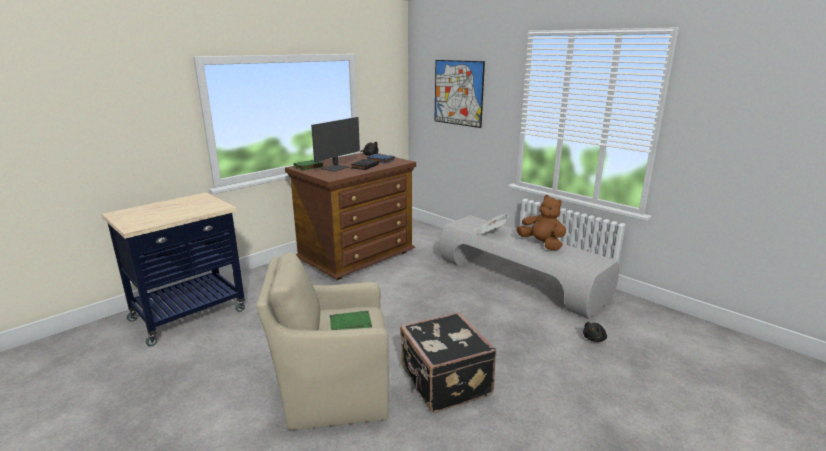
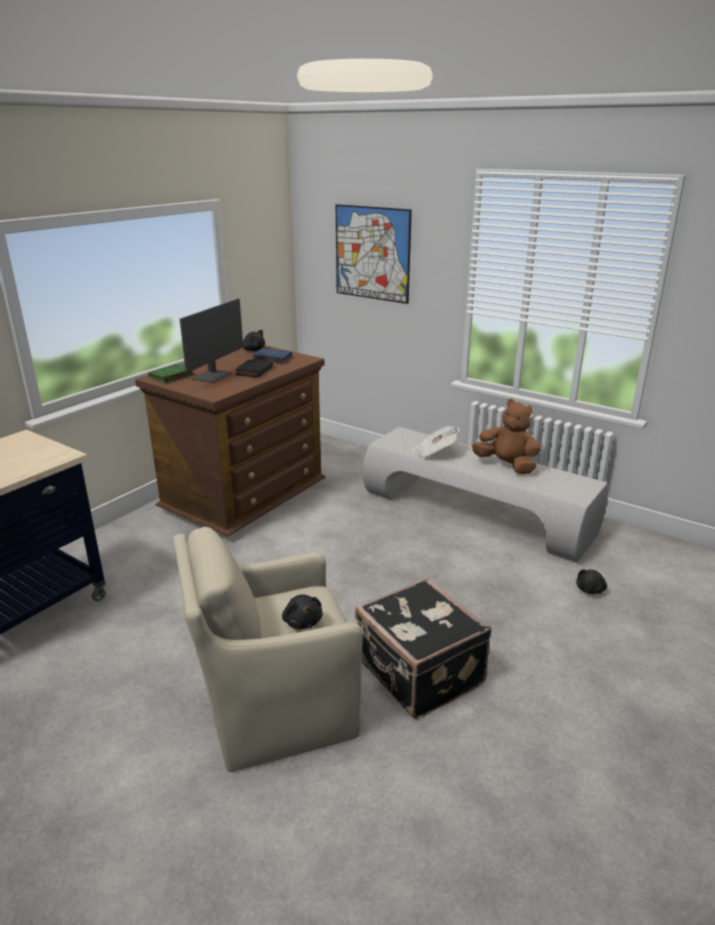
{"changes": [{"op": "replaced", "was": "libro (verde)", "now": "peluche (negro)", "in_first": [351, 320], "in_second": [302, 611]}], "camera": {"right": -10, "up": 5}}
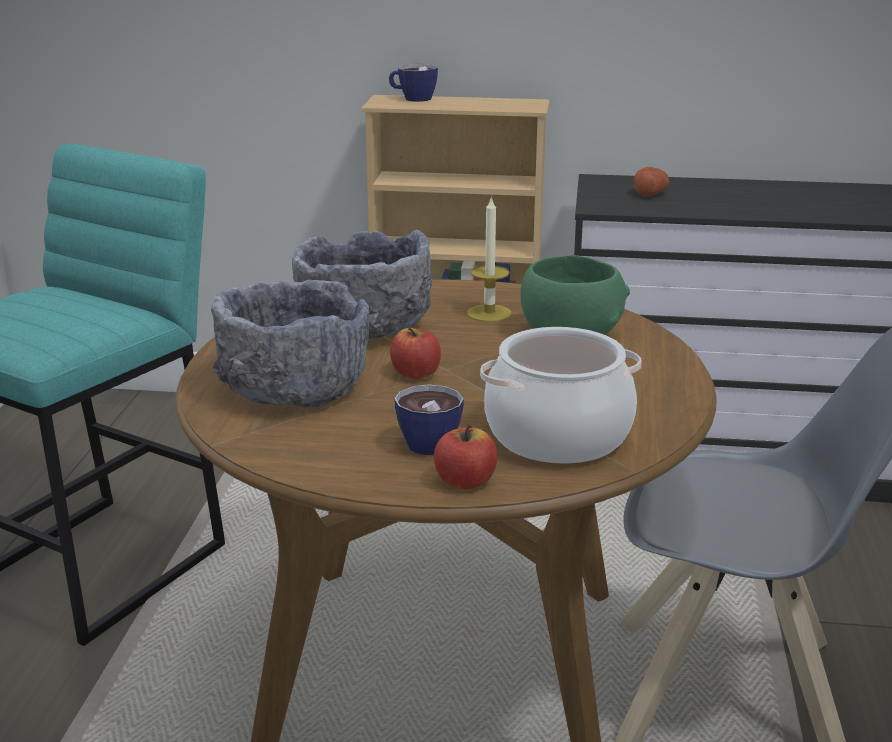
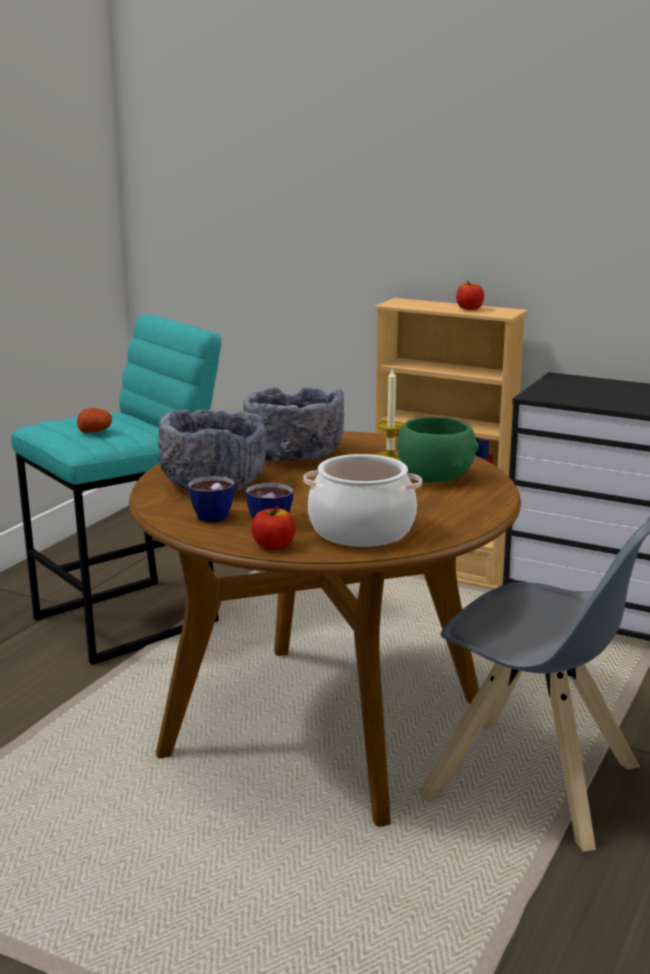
{"changes": [{"op": "moved", "was": "taza", "in_first": [413, 83], "in_second": [211, 499]}, {"op": "moved", "was": "manzana", "in_first": [415, 353], "in_second": [470, 295]}, {"op": "moved", "was": "patata", "in_first": [651, 182], "in_second": [94, 420]}], "camera": {"right": 20, "up": -5}}
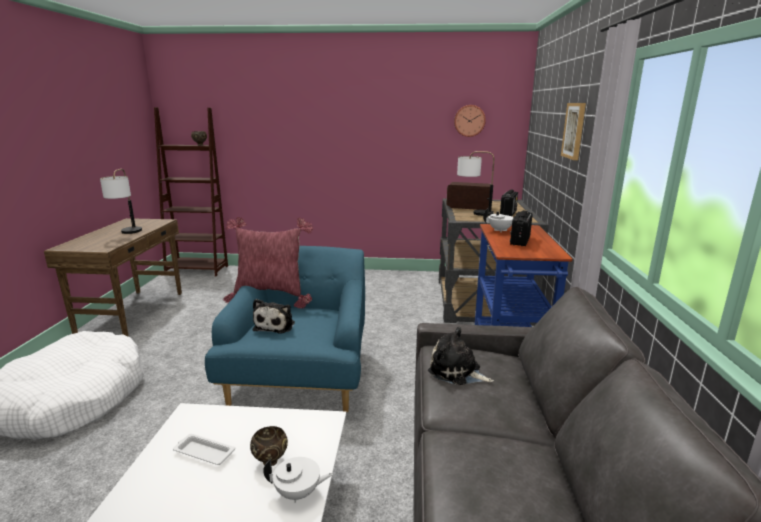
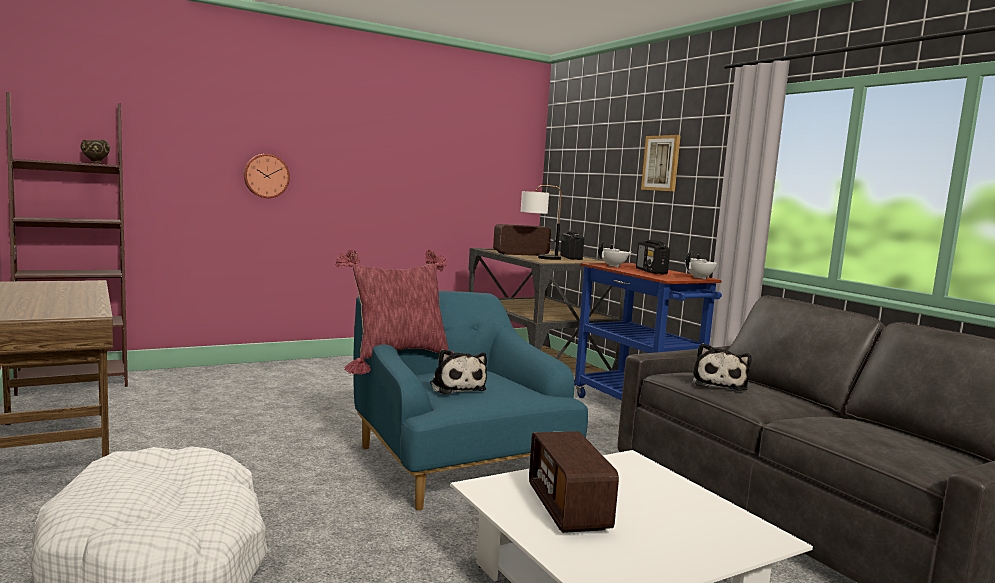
{"changes": [{"op": "removed", "was": "lámpara de mesa", "in_first": [121, 201]}, {"op": "removed", "was": "cuenco (marrón)", "in_first": [269, 446]}, {"op": "moved", "was": "tetera (blanco)", "in_first": [298, 480], "in_second": [701, 265]}, {"op": "moved", "was": "reloj de pared", "in_first": [470, 121], "in_second": [267, 176]}, {"op": "replaced", "was": "bandeja (blanco)", "now": "radio", "in_first": [204, 449], "in_second": [574, 482]}, {"op": "turned", "was": "peluche", "in_first": [461, 356], "in_second": [722, 366], "clockwise": -75}], "camera": {"right": -35, "up": -10}}
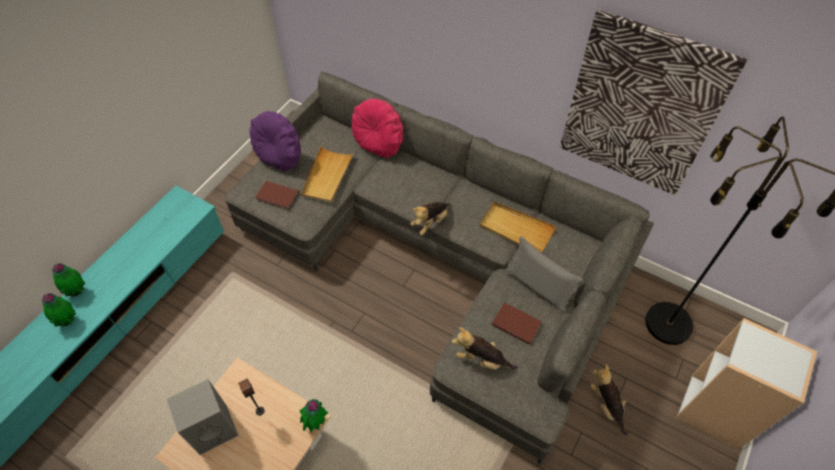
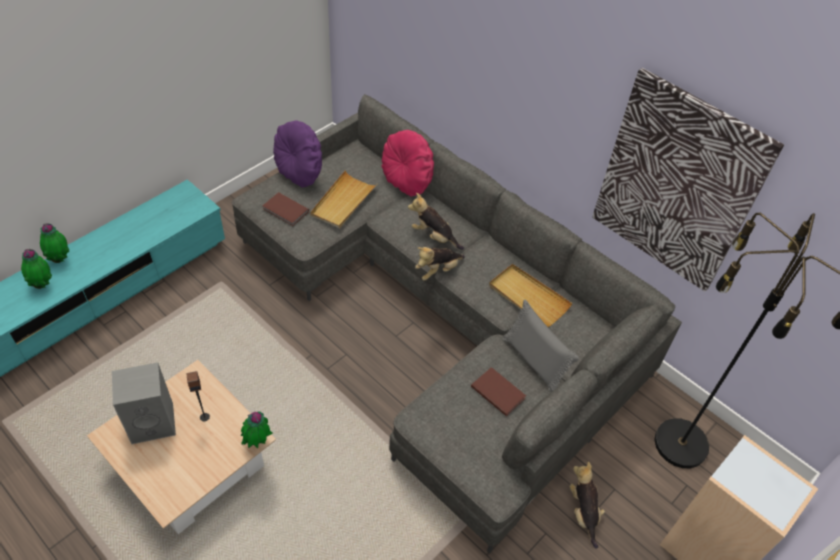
{"changes": [{"op": "moved", "was": "peluche", "in_first": [485, 348], "in_second": [436, 221]}], "camera": {"right": 10, "up": -5}}
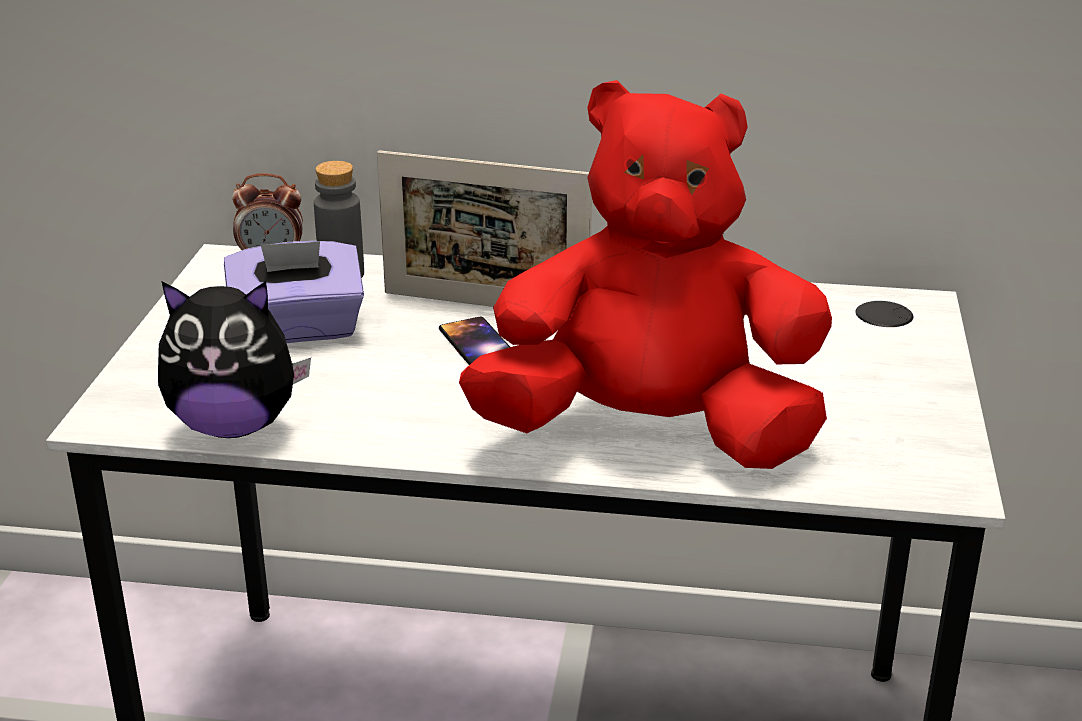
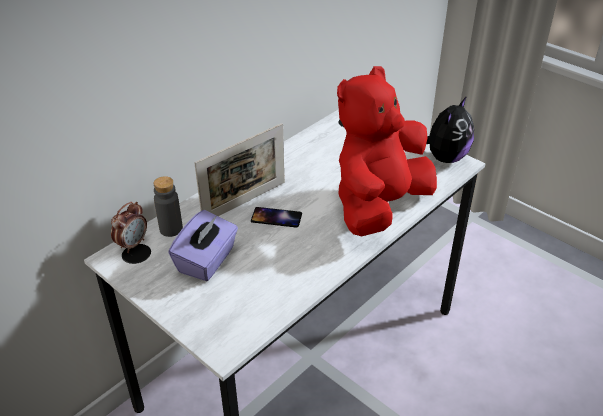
{"changes": [{"op": "moved", "was": "peluche", "in_first": [234, 359], "in_second": [450, 129]}], "camera": {"right": -55, "up": 10}}
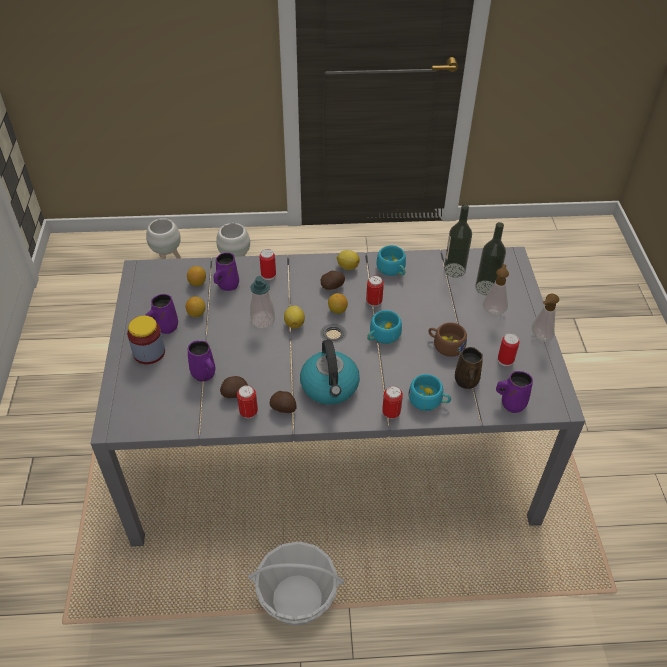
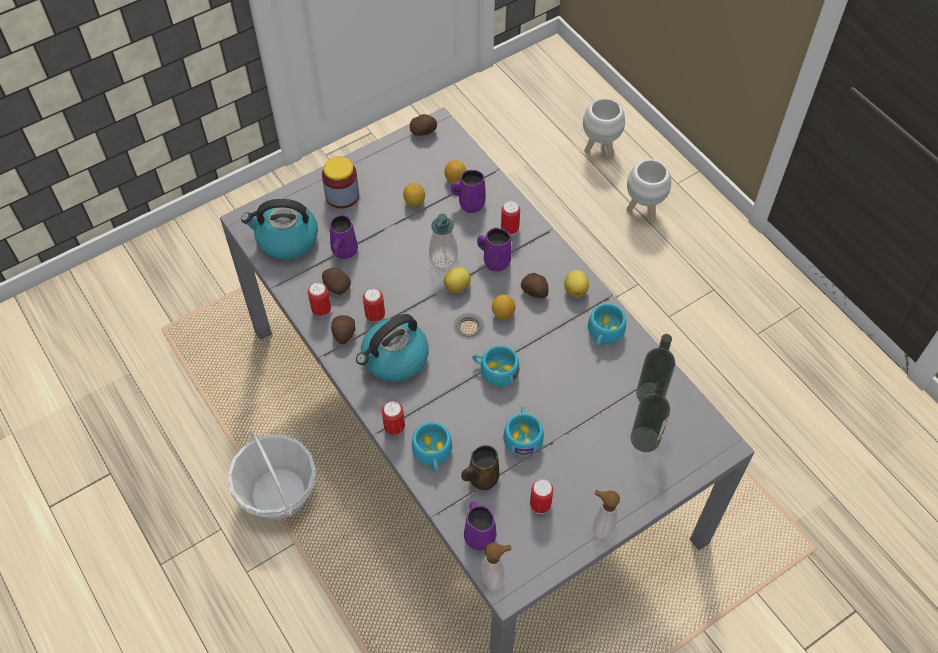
{"changes": [{"op": "added", "now": "hervidor", "in_second": [279, 229]}, {"op": "added", "now": "patata", "in_second": [423, 125]}, {"op": "moved", "was": "taza grande (morado)", "in_first": [161, 314], "in_second": [494, 249]}, {"op": "moved", "was": "lata", "in_first": [375, 291], "in_second": [374, 305]}, {"op": "moved", "was": "dispensador de jabón", "in_first": [495, 289], "in_second": [496, 567]}, {"op": "recoloured", "was": "taza (marrón)", "now": "taza (turquesa)", "in_first": [447, 339], "in_second": [523, 431]}], "camera": {"right": 60, "up": 10}}
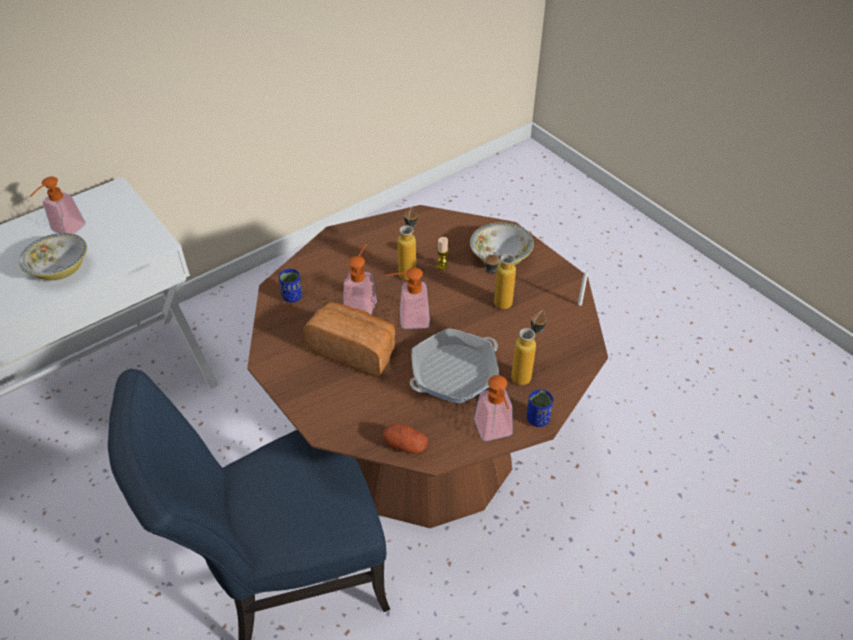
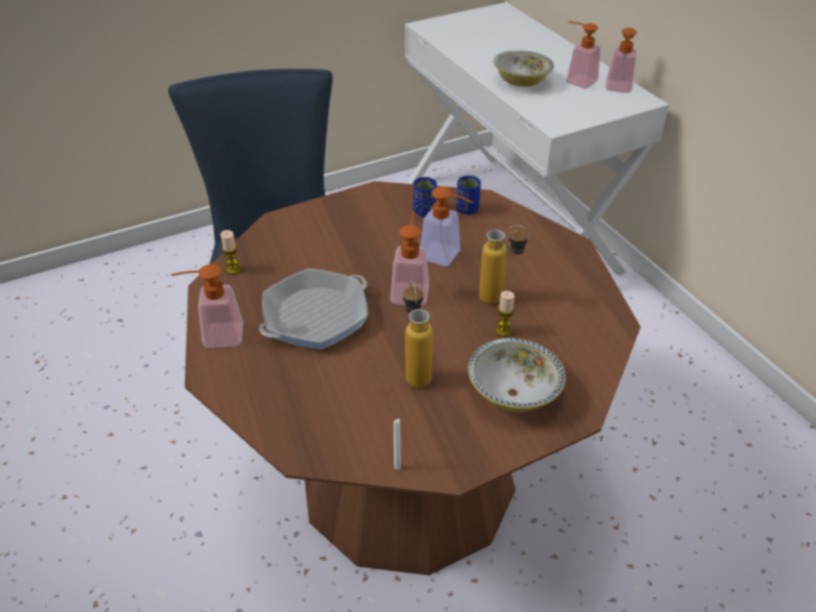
{"changes": [{"op": "removed", "was": "pan", "in_first": [349, 339]}, {"op": "removed", "was": "botella", "in_first": [529, 347]}, {"op": "added", "now": "dispensador de jabón", "in_second": [621, 60]}, {"op": "moved", "was": "taza (azul)", "in_first": [540, 408], "in_second": [425, 196]}, {"op": "replaced", "was": "patata", "now": "vela", "in_first": [405, 439], "in_second": [230, 252]}, {"op": "turned", "was": "sartén", "in_first": [454, 366], "in_second": [313, 309], "clockwise": 75}], "camera": {"right": 100, "up": -5}}
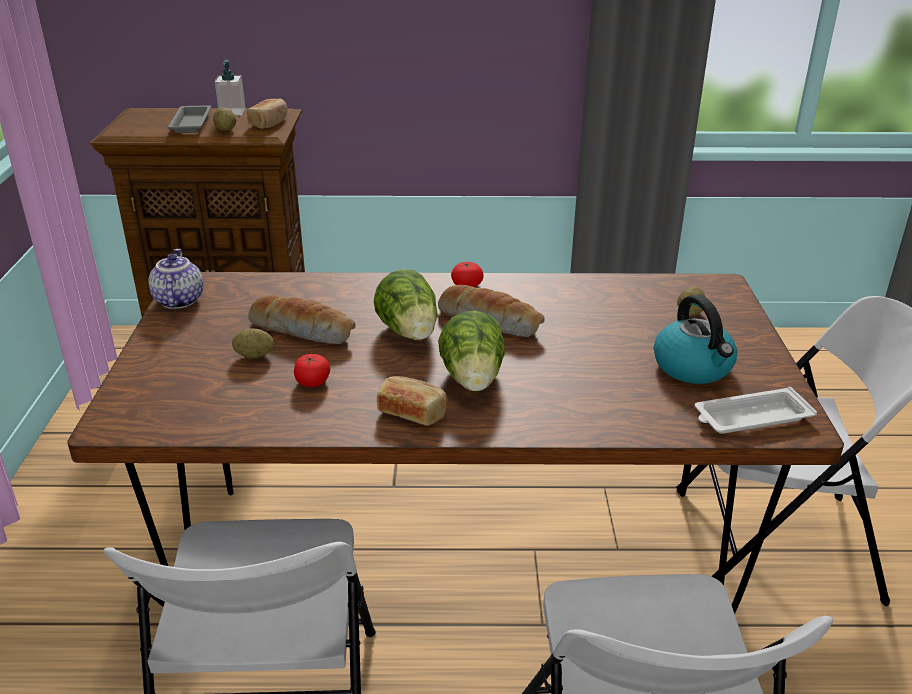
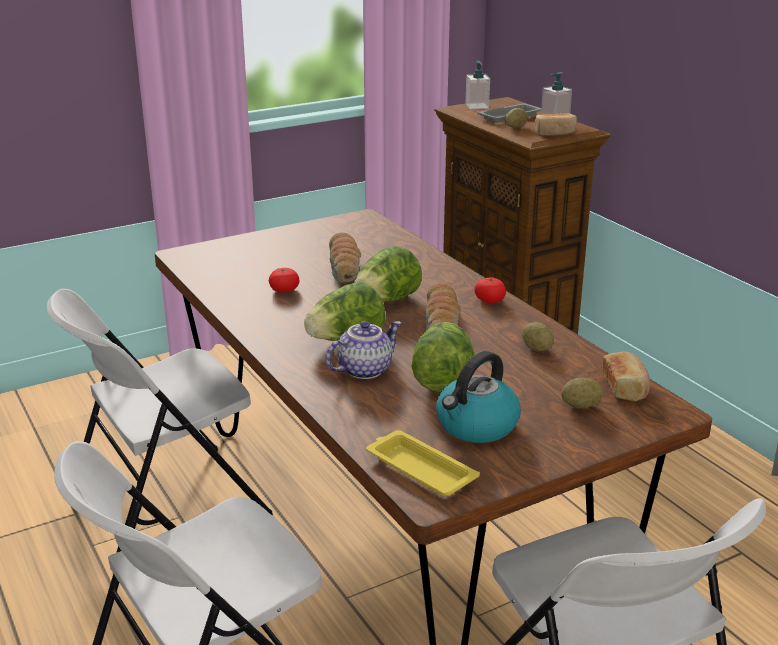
{"changes": [{"op": "added", "now": "lechuga", "in_second": [443, 357]}, {"op": "added", "now": "dispensador de jabón", "in_second": [477, 85]}, {"op": "moved", "was": "tetera", "in_first": [175, 279], "in_second": [363, 350]}, {"op": "moved", "was": "patata", "in_first": [253, 343], "in_second": [538, 336]}, {"op": "moved", "was": "pan", "in_first": [412, 401], "in_second": [626, 376]}, {"op": "recoloured", "was": "bandeja (blanco)", "now": "bandeja (amarillo)", "in_first": [756, 410], "in_second": [423, 463]}], "camera": {"right": 60, "up": -5}}
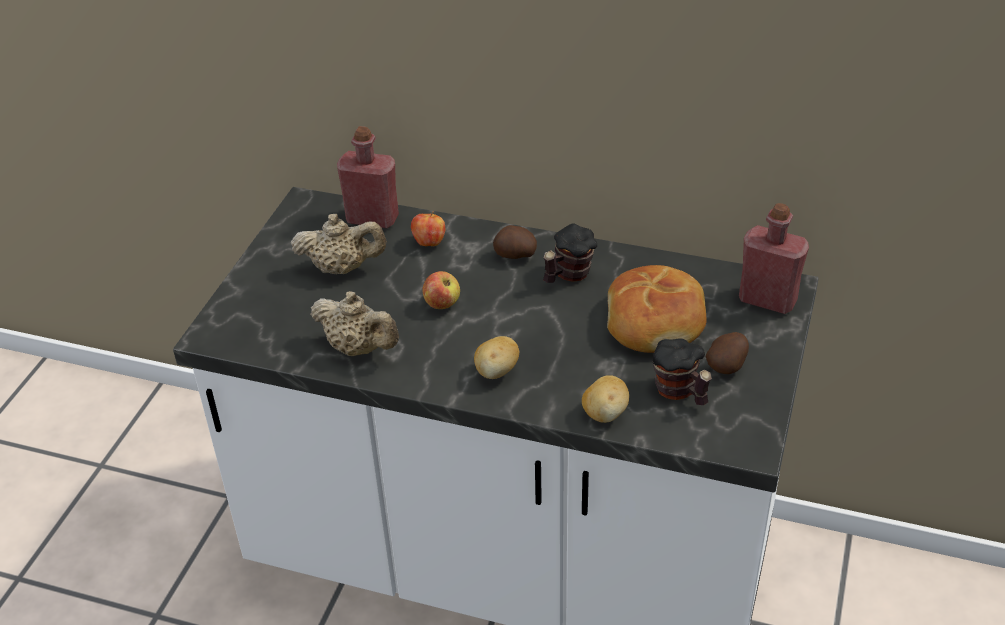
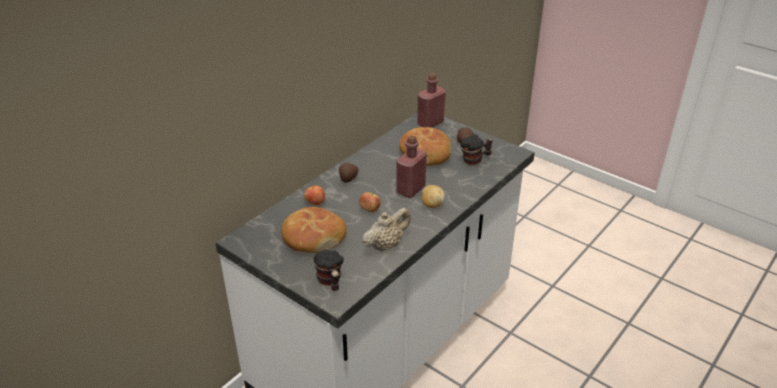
{"changes": [{"op": "removed", "was": "patata", "in_first": [605, 399]}, {"op": "moved", "was": "botella (rojo)", "in_first": [368, 177], "in_second": [411, 166]}, {"op": "moved", "was": "taza grande", "in_first": [570, 253], "in_second": [329, 270]}, {"op": "replaced", "was": "tetera (beis)", "now": "pan", "in_first": [339, 244], "in_second": [314, 230]}], "camera": {"right": -70, "up": -5}}
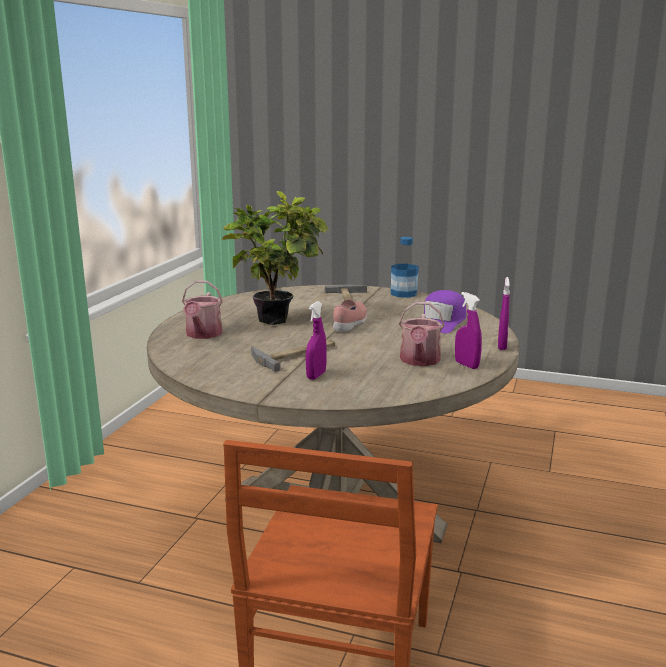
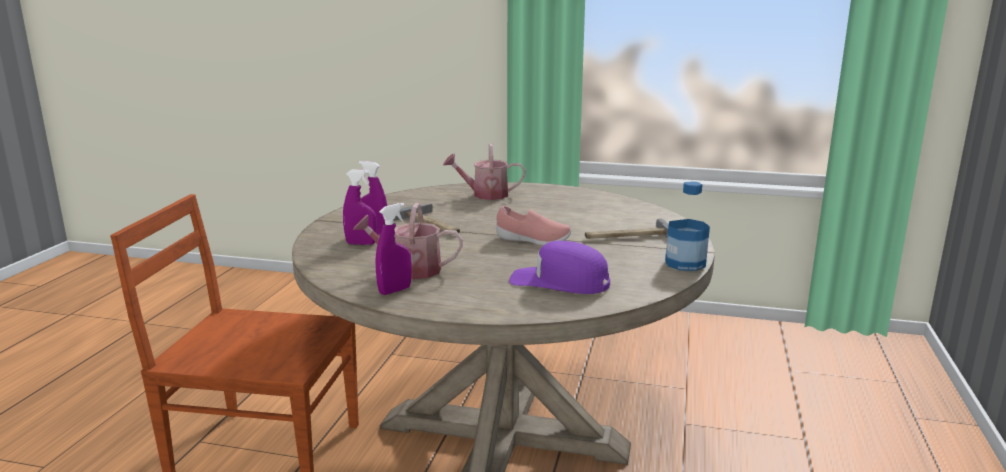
{"changes": [{"op": "removed", "was": "planta en maceta", "in_first": [275, 258]}, {"op": "moved", "was": "pulverizador (morado)", "in_first": [504, 313], "in_second": [360, 207]}], "camera": {"right": 85, "up": 0}}
